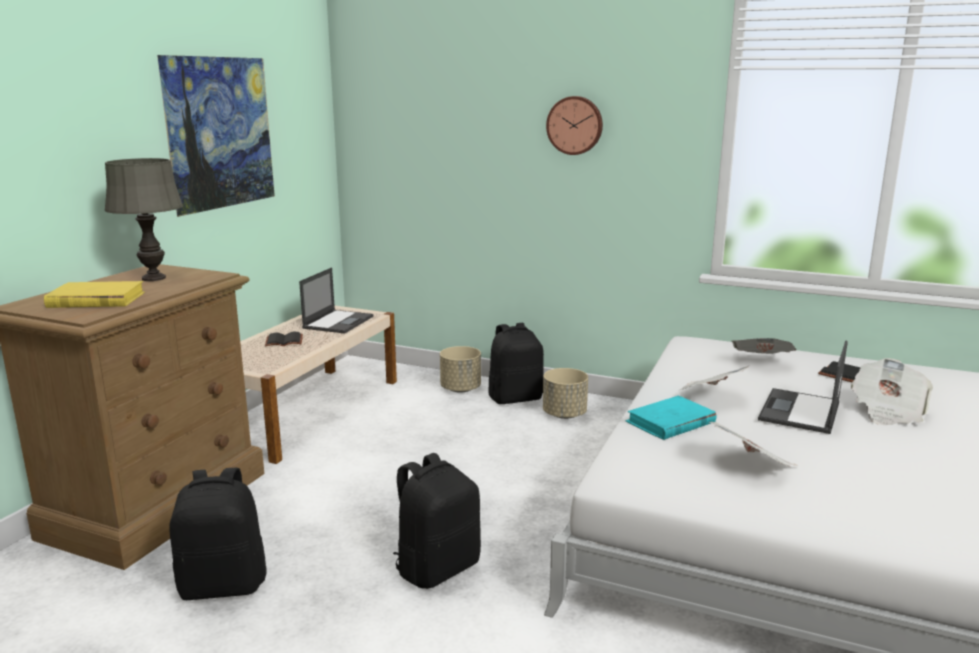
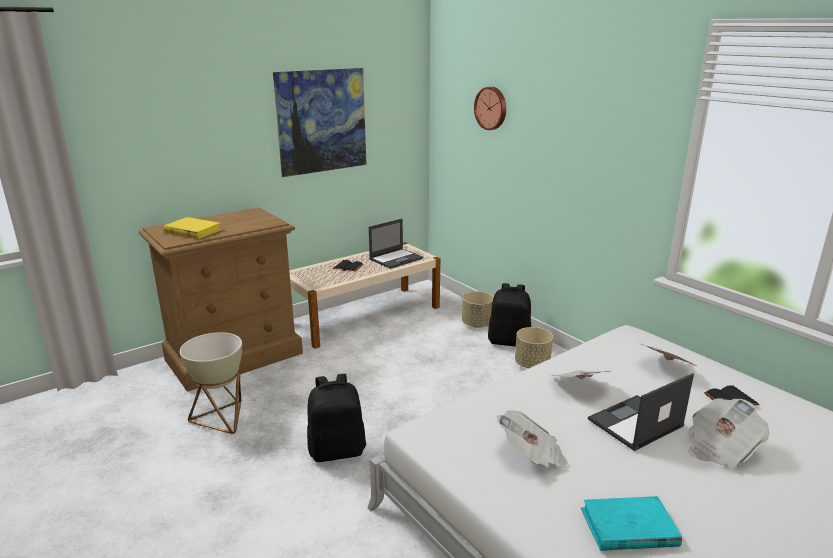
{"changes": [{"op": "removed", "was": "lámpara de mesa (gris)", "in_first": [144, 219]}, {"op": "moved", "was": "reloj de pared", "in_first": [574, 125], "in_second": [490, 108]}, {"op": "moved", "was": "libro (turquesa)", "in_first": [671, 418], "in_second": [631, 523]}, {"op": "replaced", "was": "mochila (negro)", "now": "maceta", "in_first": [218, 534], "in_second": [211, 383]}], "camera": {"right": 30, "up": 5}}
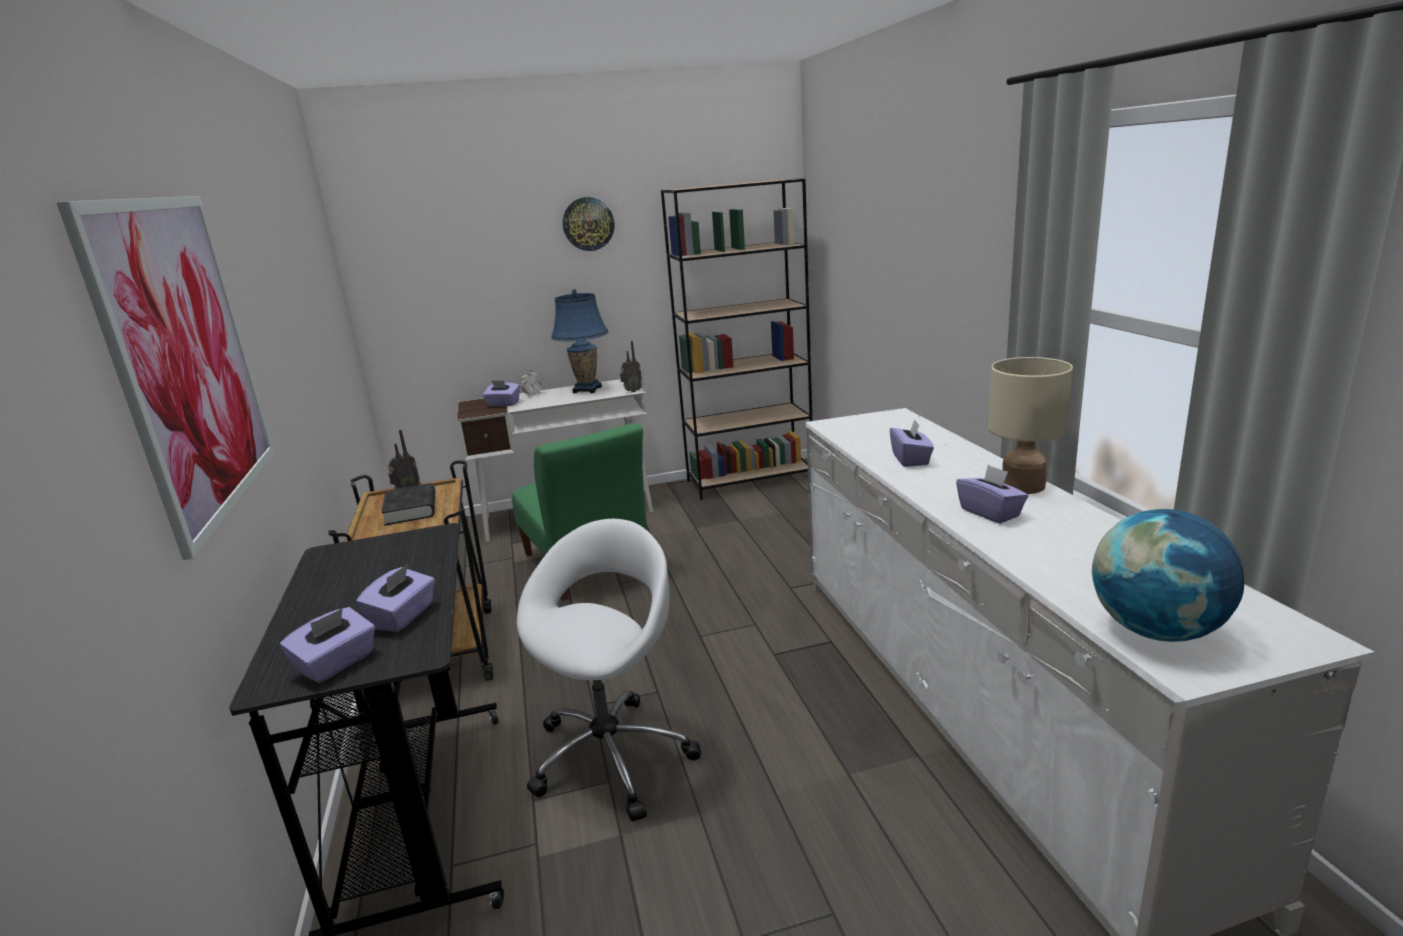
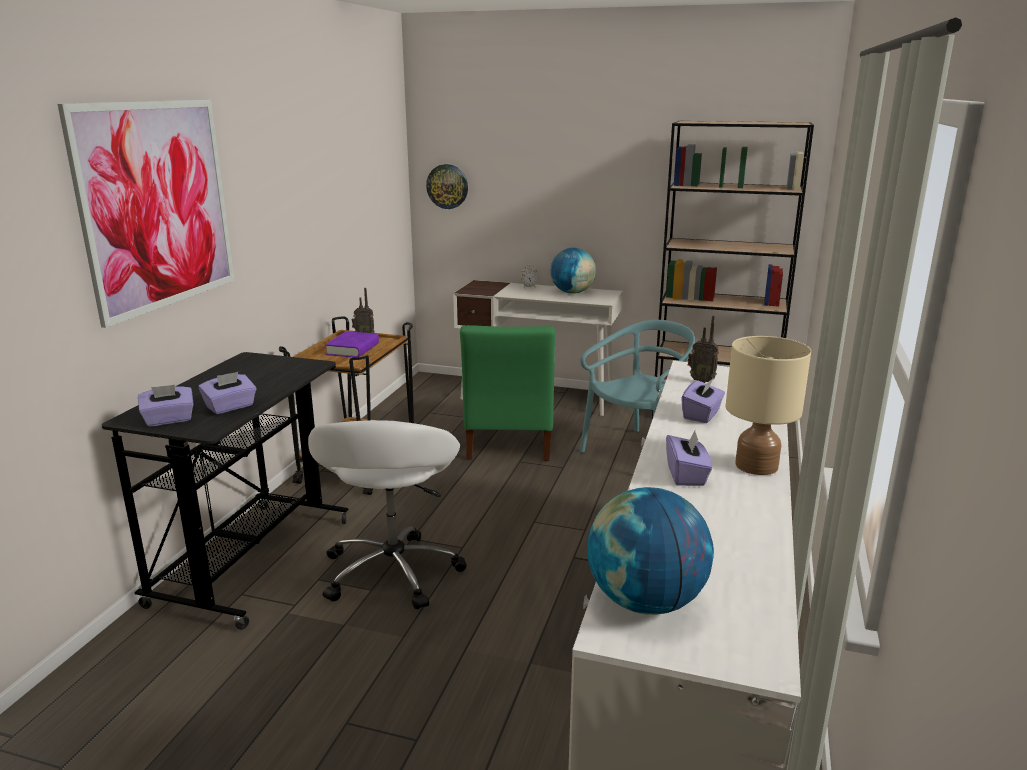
{"changes": [{"op": "removed", "was": "caja de pañuelos (morado)", "in_first": [501, 393]}, {"op": "added", "now": "silla (turquesa)", "in_second": [637, 386]}, {"op": "moved", "was": "reloj de pared", "in_first": [589, 224], "in_second": [447, 186]}, {"op": "moved", "was": "radio", "in_first": [631, 366], "in_second": [703, 349]}, {"op": "replaced", "was": "lámpara de mesa (azul)", "now": "globo terráqueo", "in_first": [580, 341], "in_second": [573, 271]}, {"op": "recoloured", "was": "libro (negro)", "now": "libro (morado)", "in_first": [408, 504], "in_second": [352, 344]}, {"op": "turned", "was": "silla de oficina (blanco)", "in_first": [609, 670], "in_second": [387, 514], "clockwise": 105}], "camera": {"right": 30, "up": 0}}
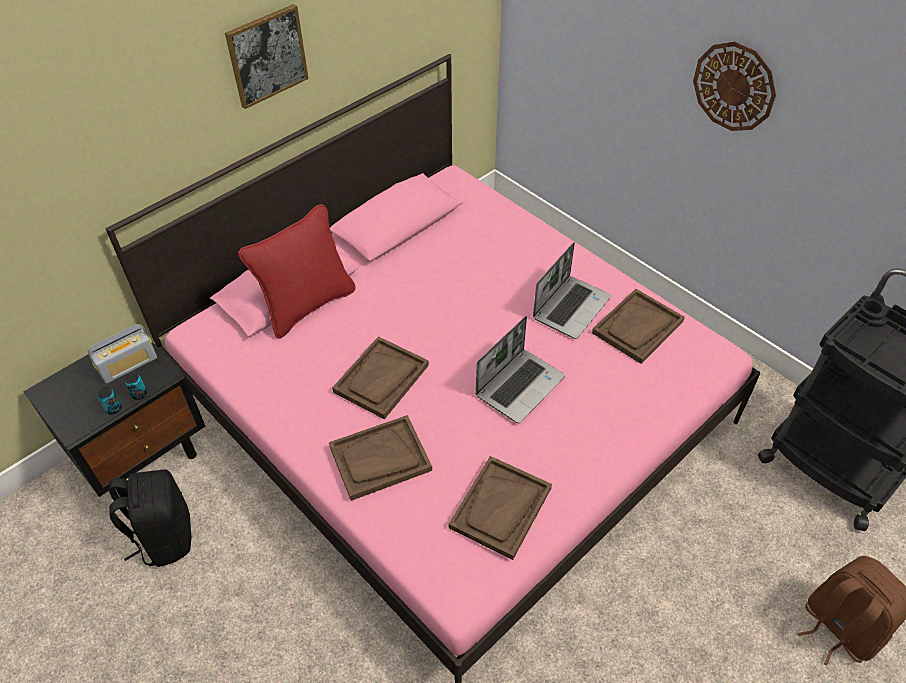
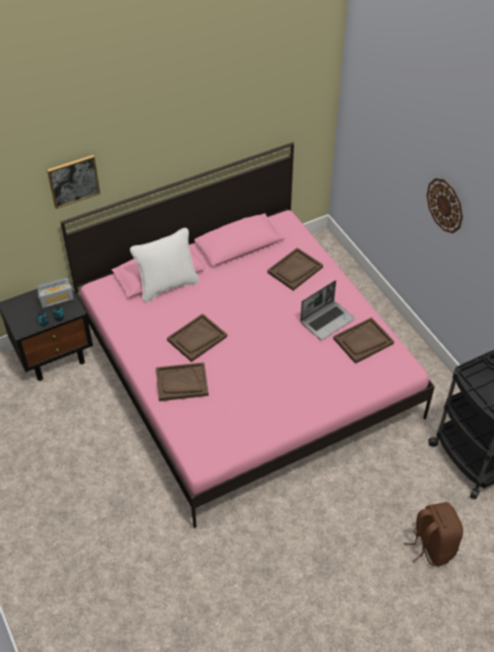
{"changes": [{"op": "removed", "was": "mochila (negro)", "in_first": [150, 518]}, {"op": "removed", "was": "portátil", "in_first": [520, 369]}, {"op": "moved", "was": "cuadro", "in_first": [267, 56], "in_second": [73, 182]}, {"op": "moved", "was": "bandeja (marrón)", "in_first": [500, 508], "in_second": [295, 269]}, {"op": "recoloured", "was": "cojín (rojo)", "now": "cojín (blanco)", "in_first": [297, 271], "in_second": [164, 265]}], "camera": {"right": 15, "up": 0}}
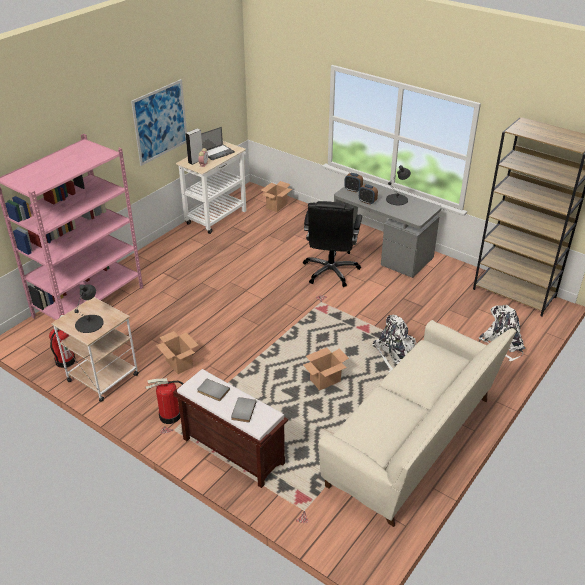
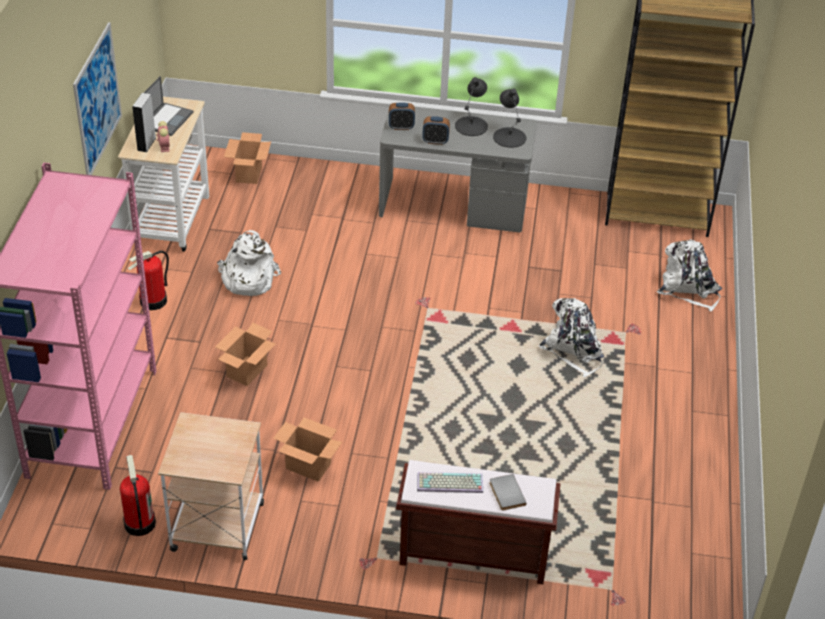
{"changes": [{"op": "removed", "was": "silla de oficina (negro)", "in_first": [332, 244]}, {"op": "removed", "was": "sofá (beis)", "in_first": [417, 423]}, {"op": "added", "now": "mochila (blanco)", "in_second": [249, 263]}, {"op": "moved", "was": "lámpara de mesa (negro)", "in_first": [89, 308], "in_second": [509, 118]}, {"op": "moved", "was": "extintor", "in_first": [164, 401], "in_second": [148, 280]}, {"op": "moved", "was": "caja de cartón", "in_first": [326, 368], "in_second": [245, 354]}, {"op": "replaced", "was": "libro (gris)", "now": "teclado", "in_first": [213, 390], "in_second": [450, 482]}], "camera": {"right": -30, "up": 5}}
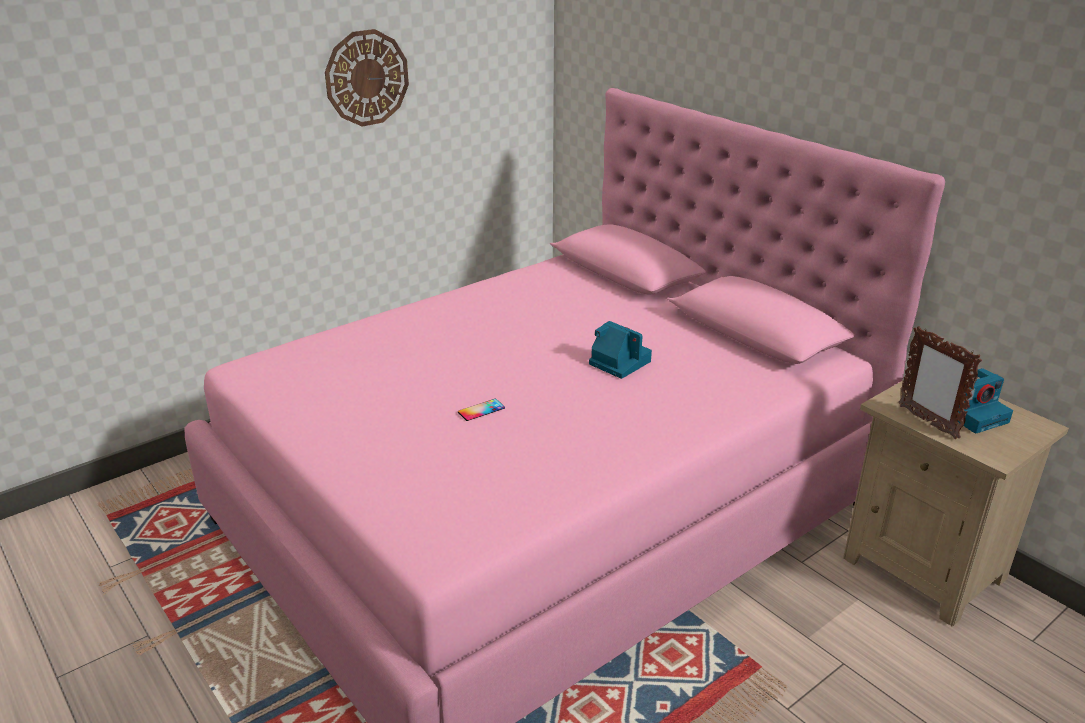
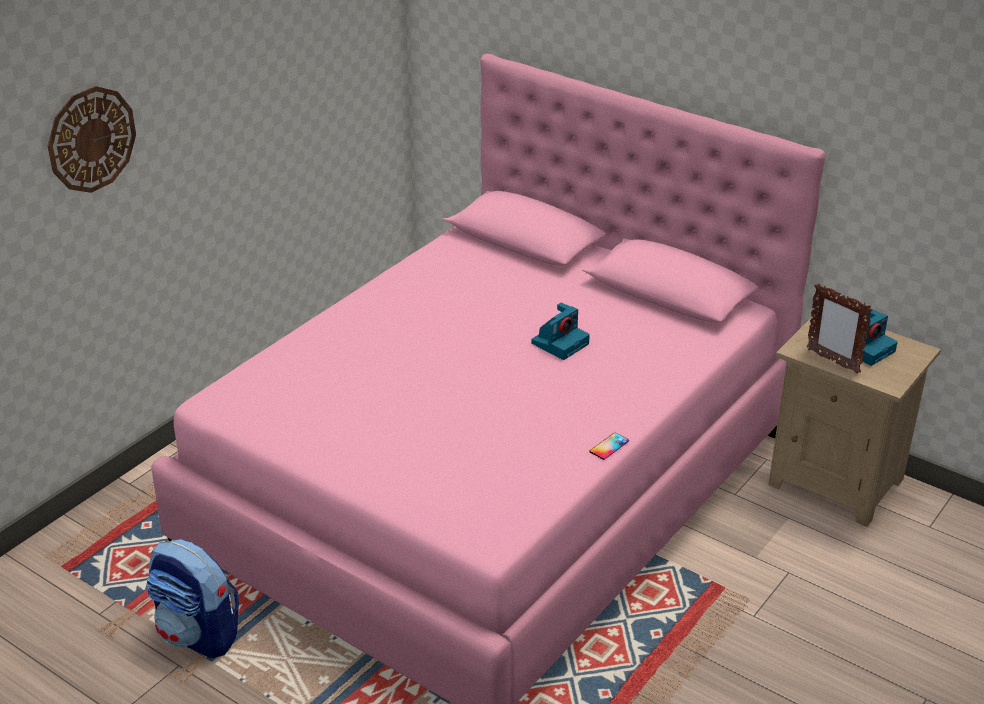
{"changes": [{"op": "added", "now": "mochila", "in_second": [193, 598]}, {"op": "moved", "was": "reloj de pared", "in_first": [367, 77], "in_second": [92, 139]}, {"op": "moved", "was": "móvil", "in_first": [481, 410], "in_second": [609, 446]}, {"op": "turned", "was": "cámara", "in_first": [620, 350], "in_second": [560, 331], "clockwise": 105}], "camera": {"right": -15, "up": 5}}
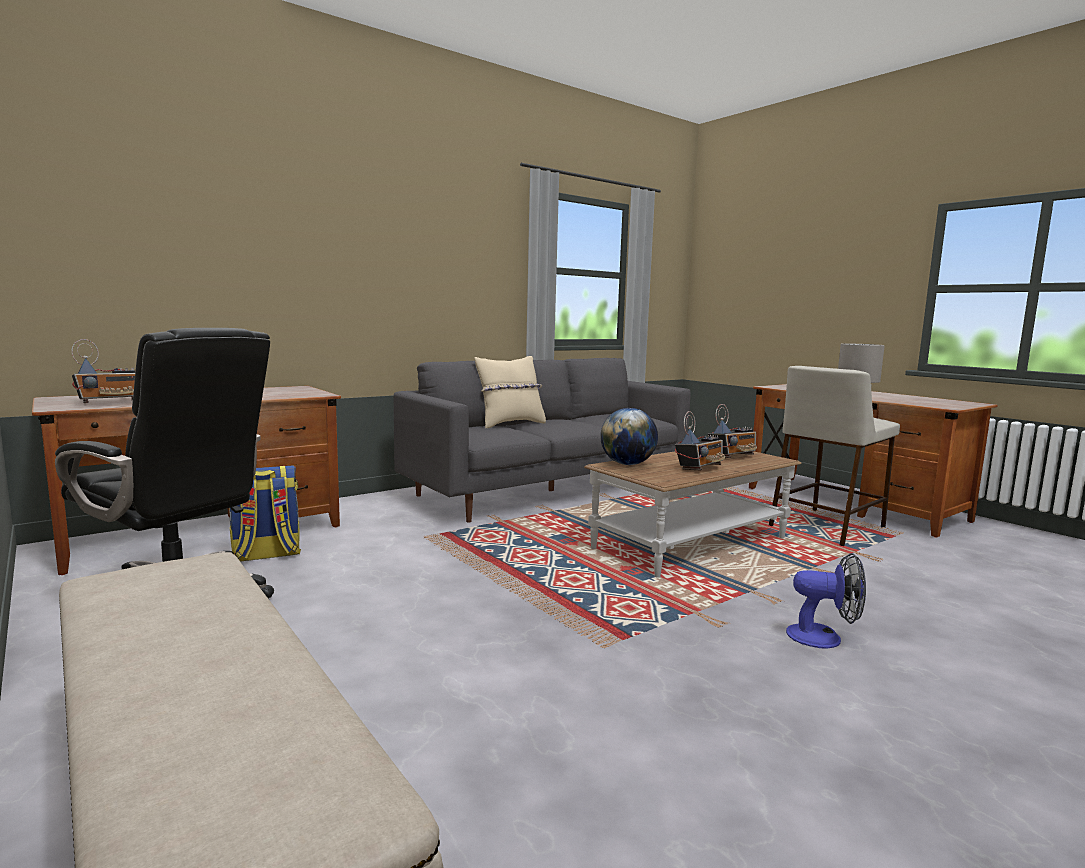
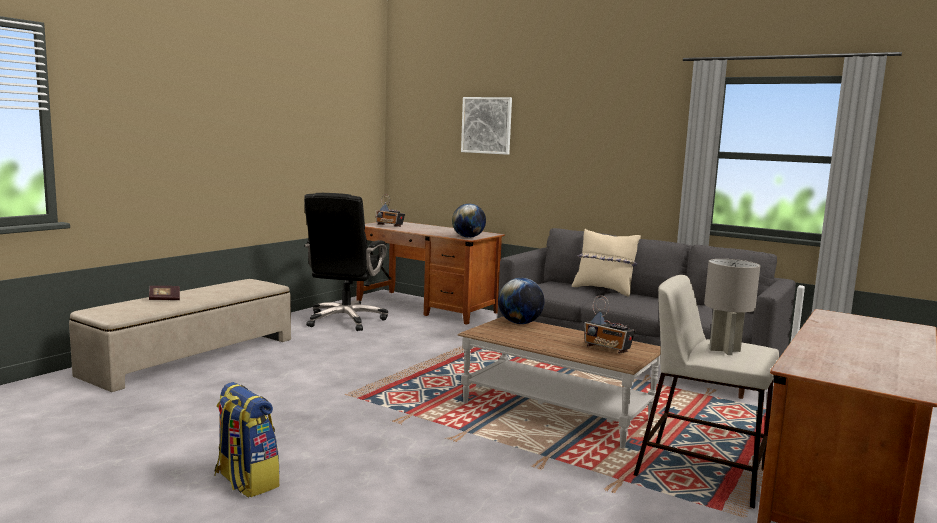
{"changes": [{"op": "removed", "was": "radio", "in_first": [700, 440]}, {"op": "removed", "was": "ventilador", "in_first": [826, 600]}, {"op": "added", "now": "libro", "in_second": [164, 293]}, {"op": "added", "now": "globo terráqueo", "in_second": [469, 221]}, {"op": "added", "now": "cuadro", "in_second": [486, 126]}, {"op": "moved", "was": "mochila", "in_first": [265, 513], "in_second": [246, 439]}], "camera": {"right": 70, "up": 0}}
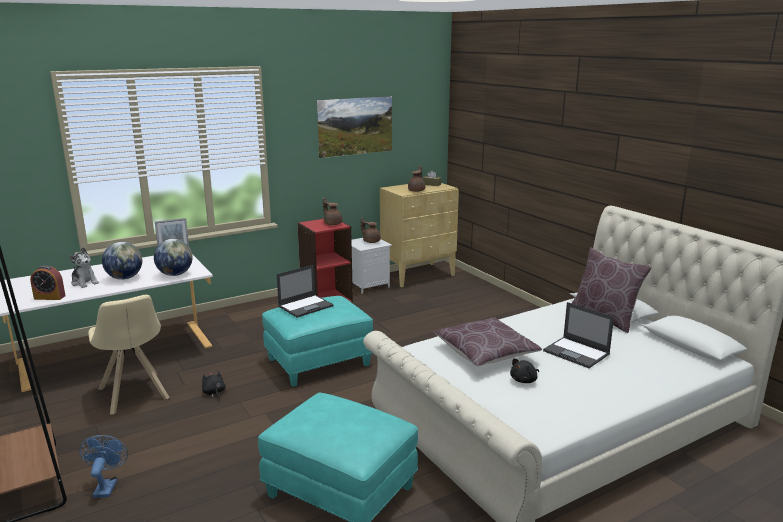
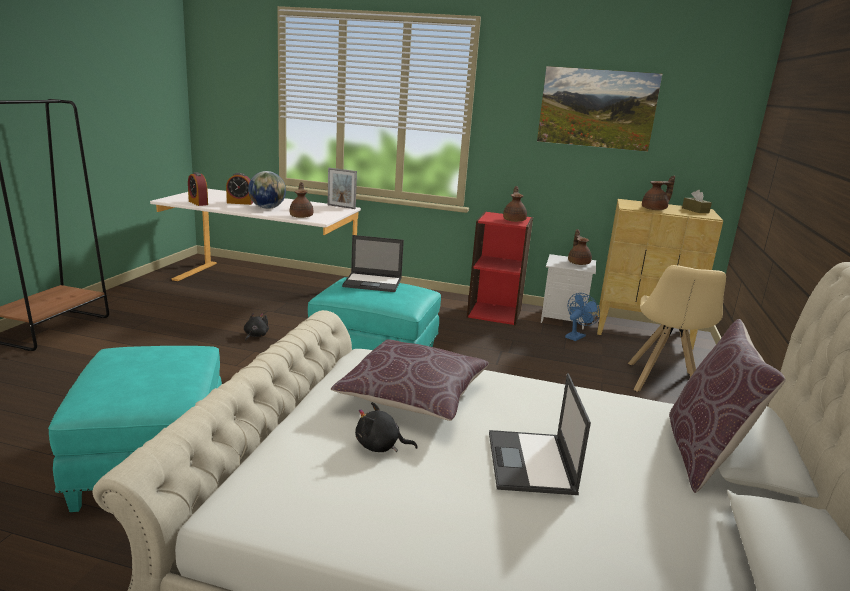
{"changes": [{"op": "moved", "was": "ventilador (azul)", "in_first": [103, 466], "in_second": [582, 317]}, {"op": "moved", "was": "silla (beis)", "in_first": [129, 355], "in_second": [677, 328]}, {"op": "replaced", "was": "peluche", "now": "despertador", "in_first": [84, 267], "in_second": [239, 189]}, {"op": "replaced", "was": "globo terráqueo", "now": "tetera (marrón)", "in_first": [173, 257], "in_second": [301, 200]}], "camera": {"right": 45, "up": 0}}
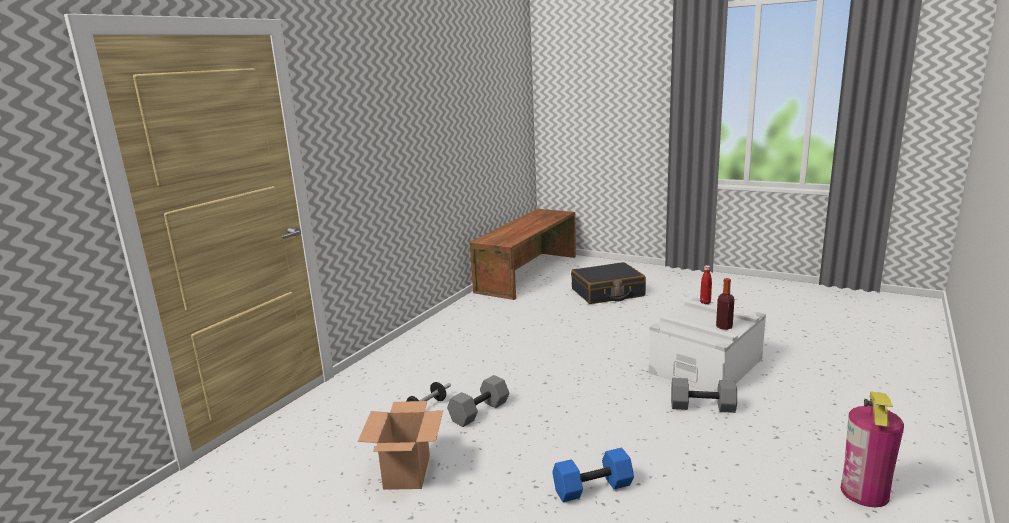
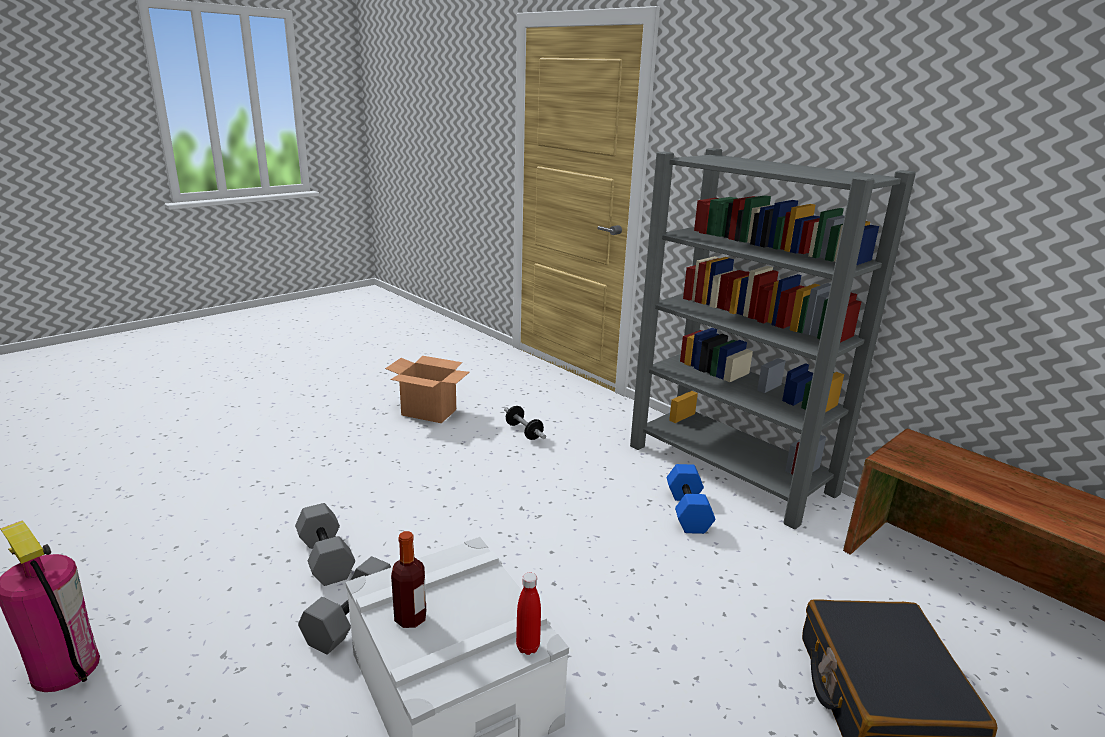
{"changes": [{"op": "added", "now": "estantería (gris)", "in_second": [773, 338]}, {"op": "moved", "was": "mancuerna (gris)", "in_first": [478, 401], "in_second": [325, 544]}, {"op": "moved", "was": "mancuerna (azul)", "in_first": [593, 475], "in_second": [691, 499]}], "camera": {"right": 105, "up": 5}}
